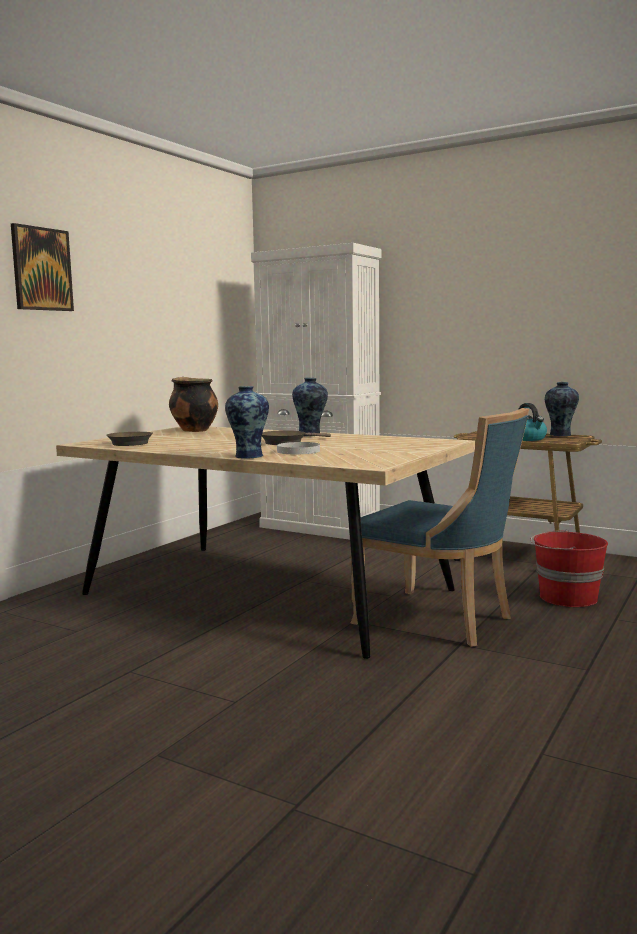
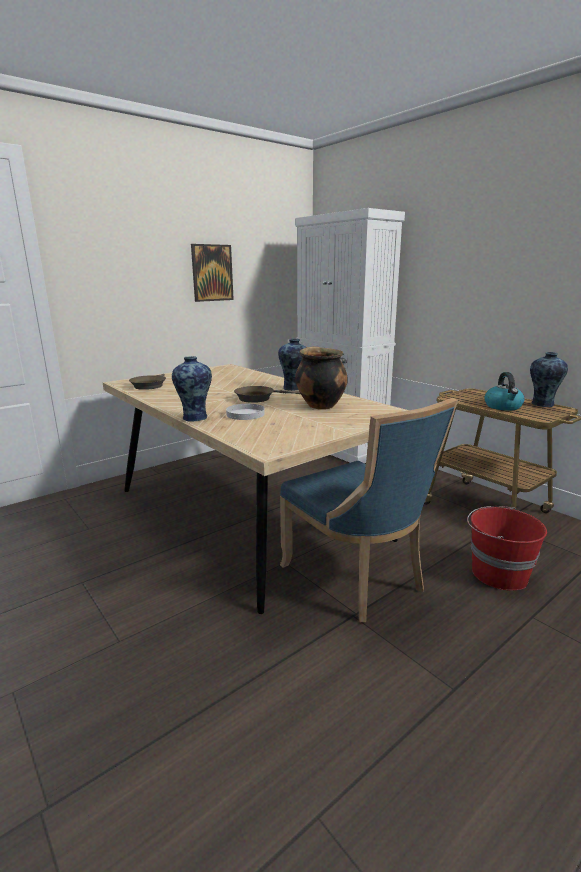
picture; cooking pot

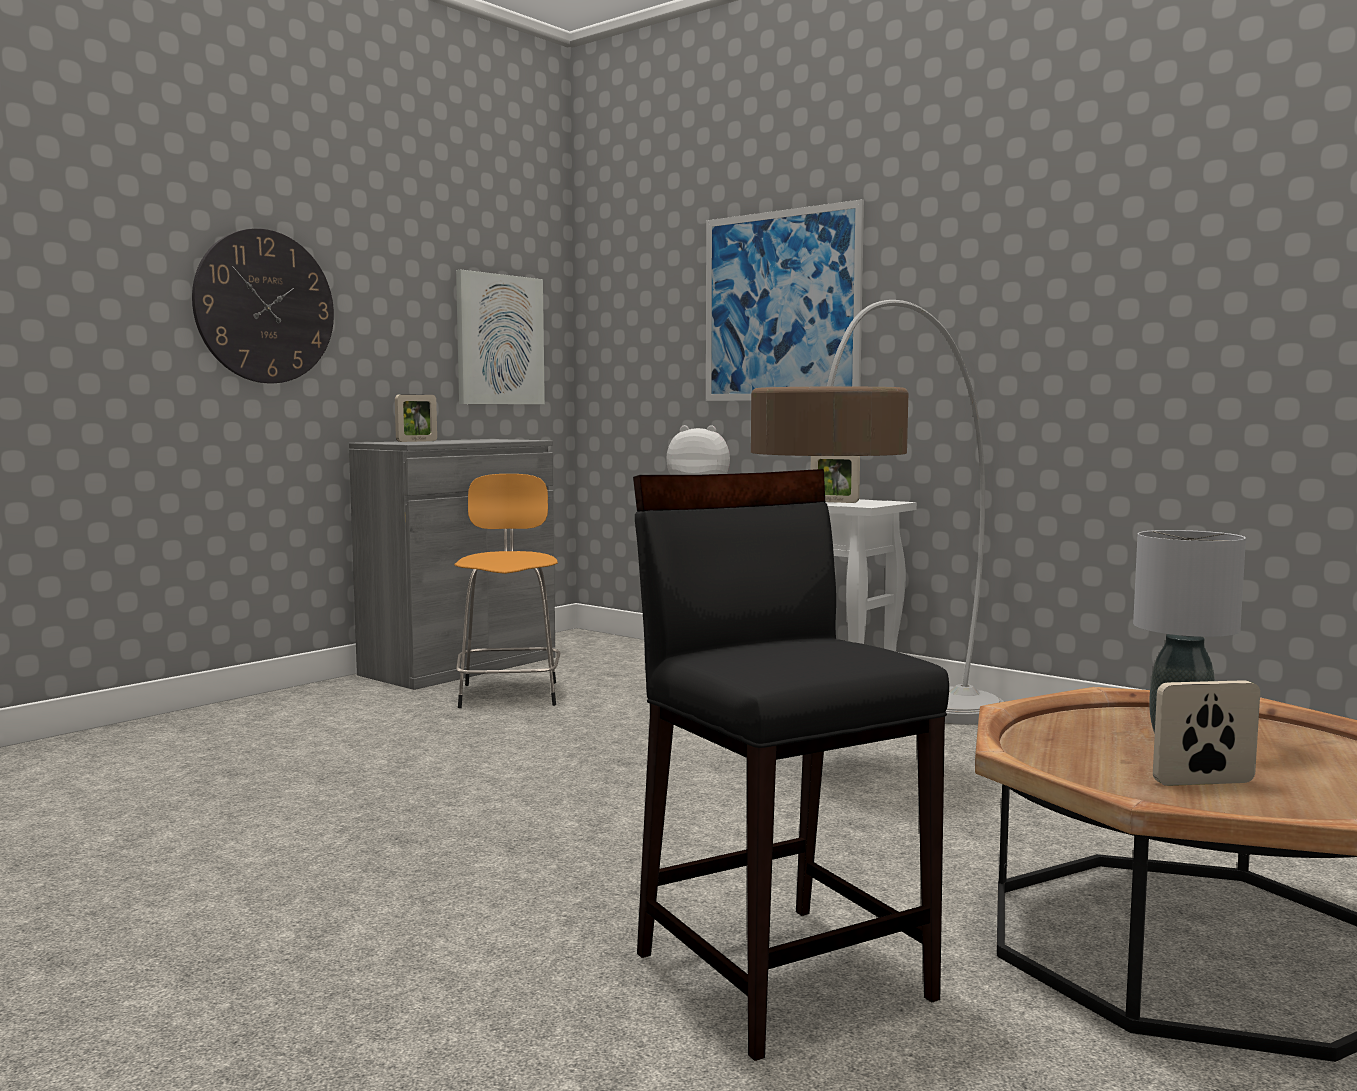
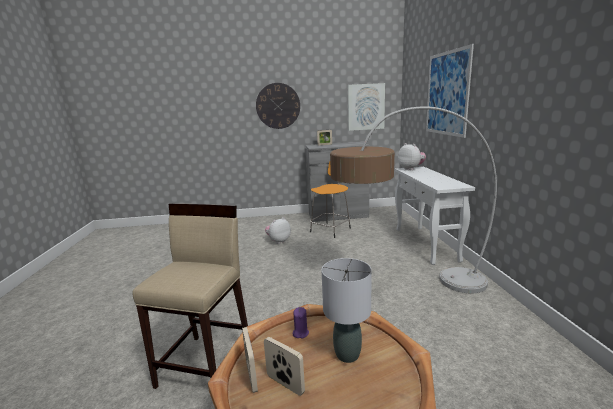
beige stool; picture frame (1st from left); plush toy (1st from left); purple candle

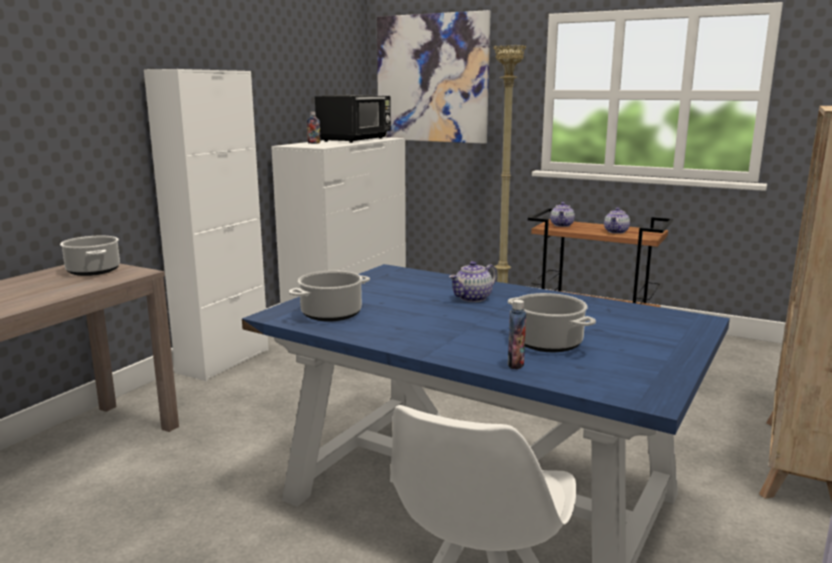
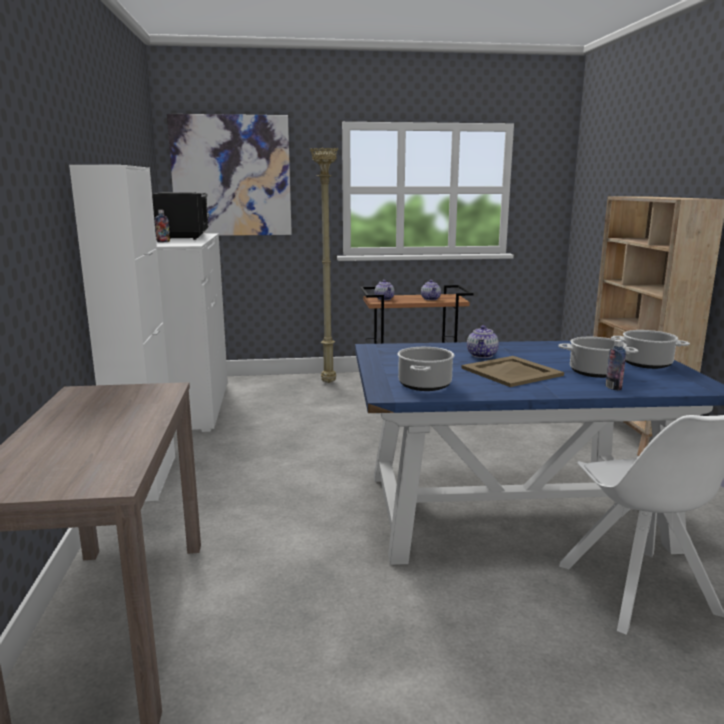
beige tray; cooking pot (3rd from left)

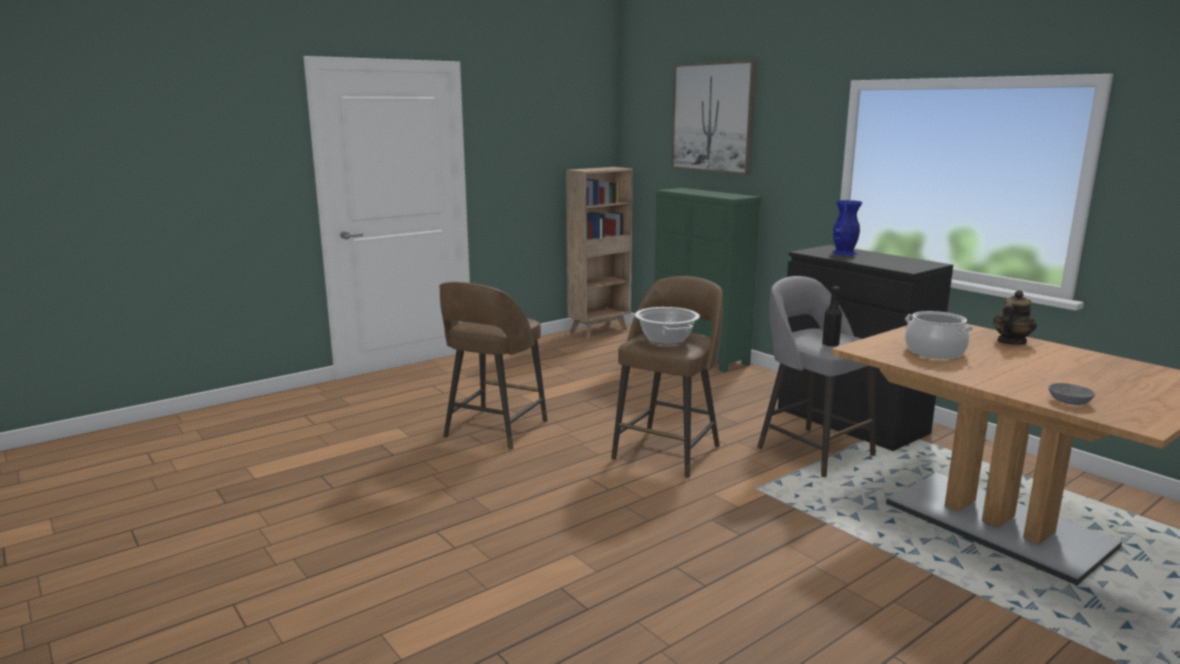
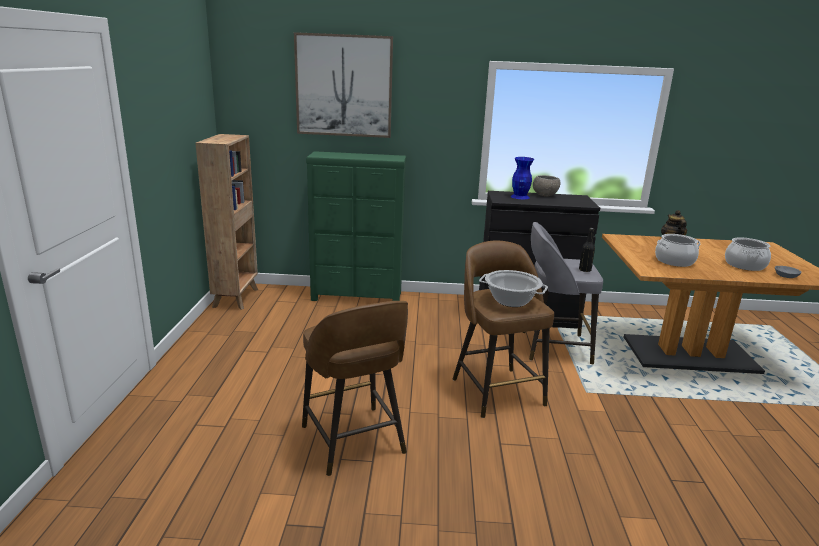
grey bowl (1st from left); cooking pot (3rd from left)

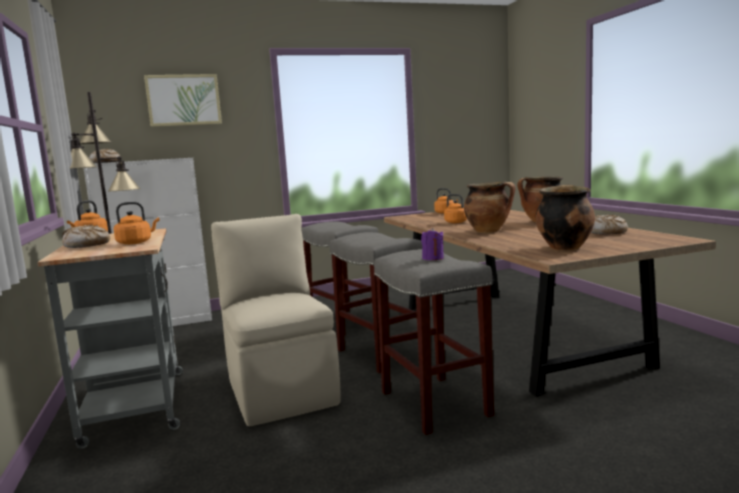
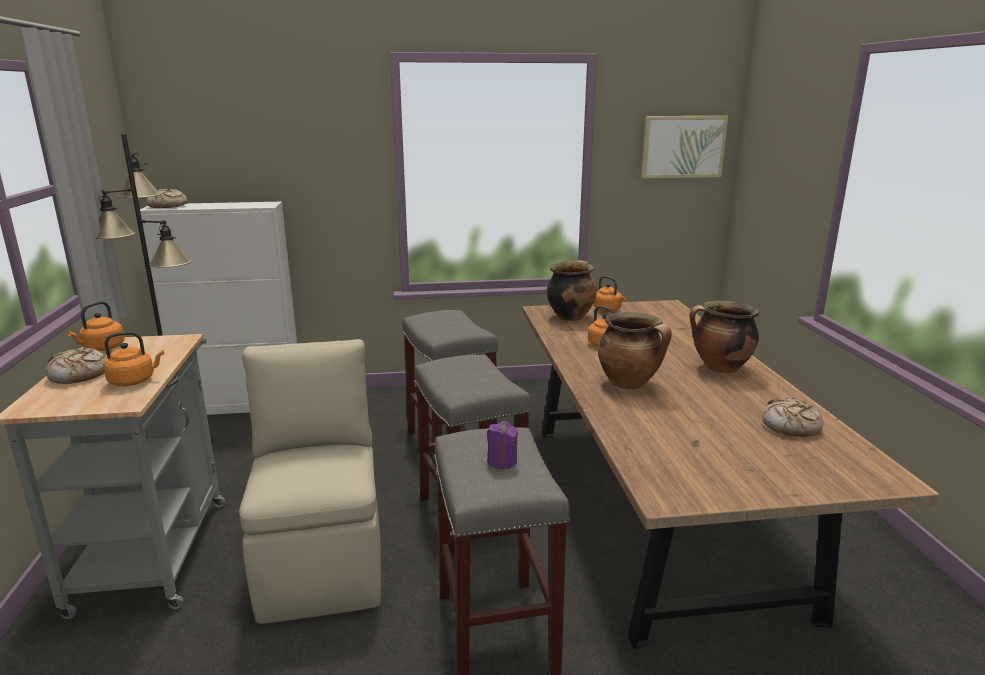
cooking pot (1st from left); picture

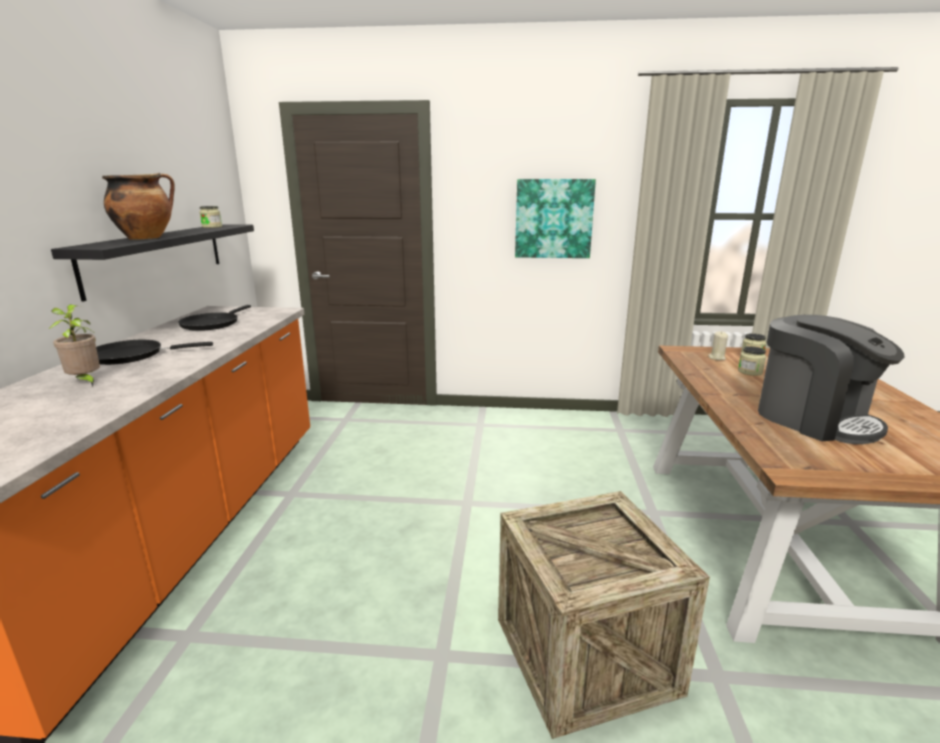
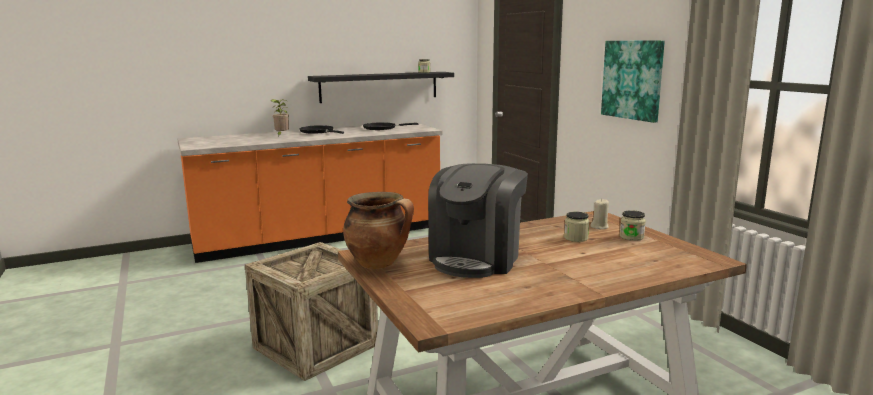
cooking pot

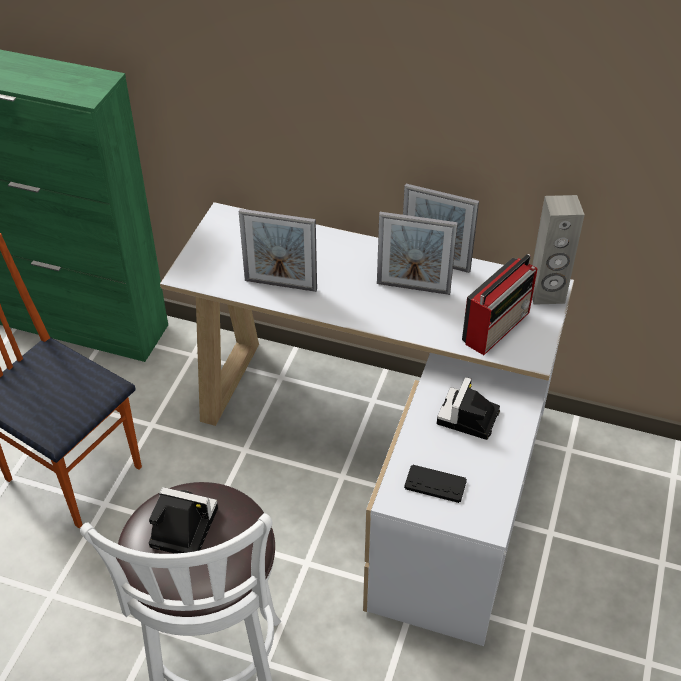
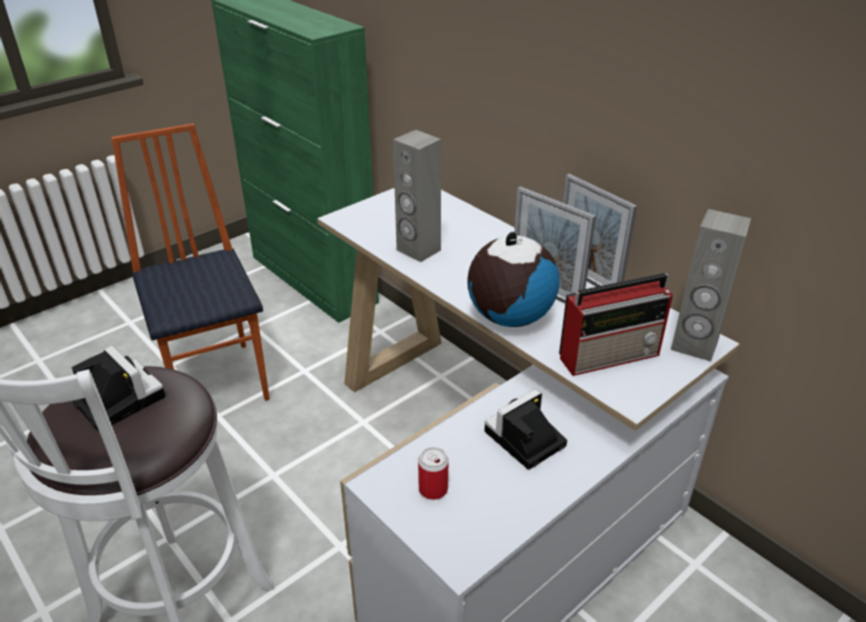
grey speaker (1st from left); can; globe

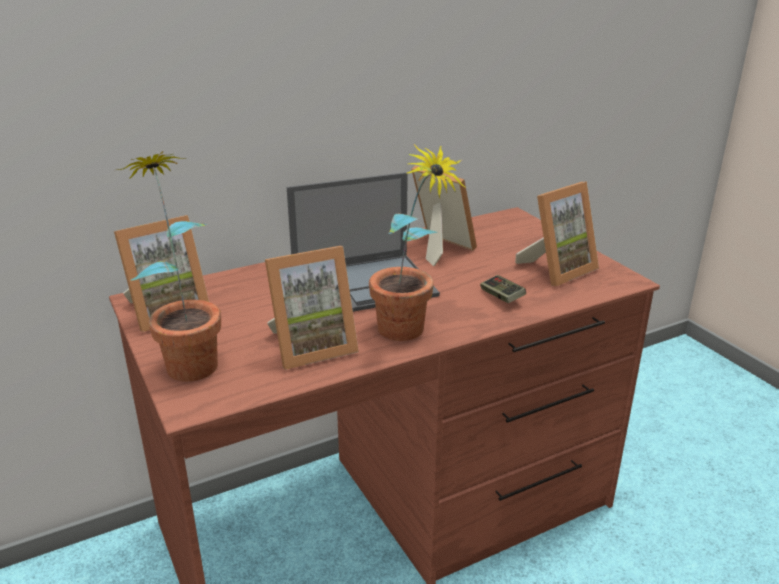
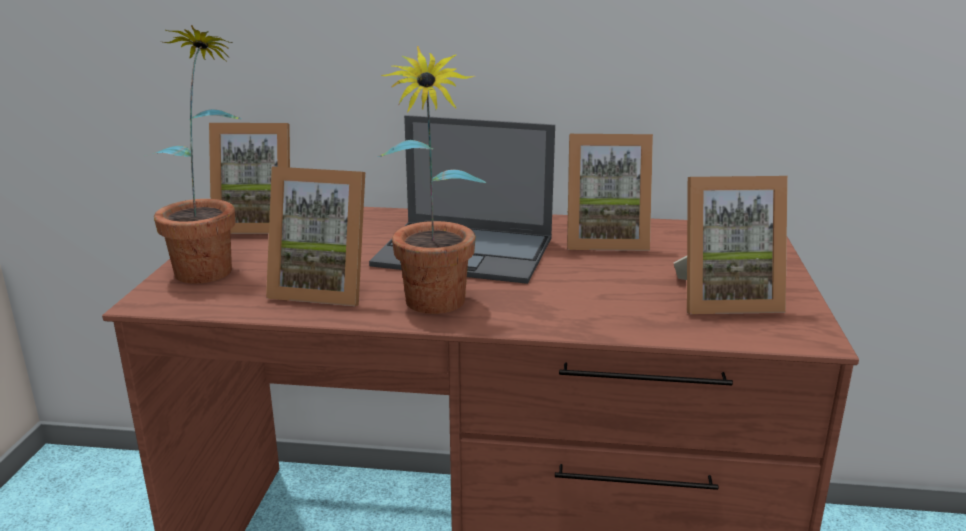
picture frame (3rd from left); game controller

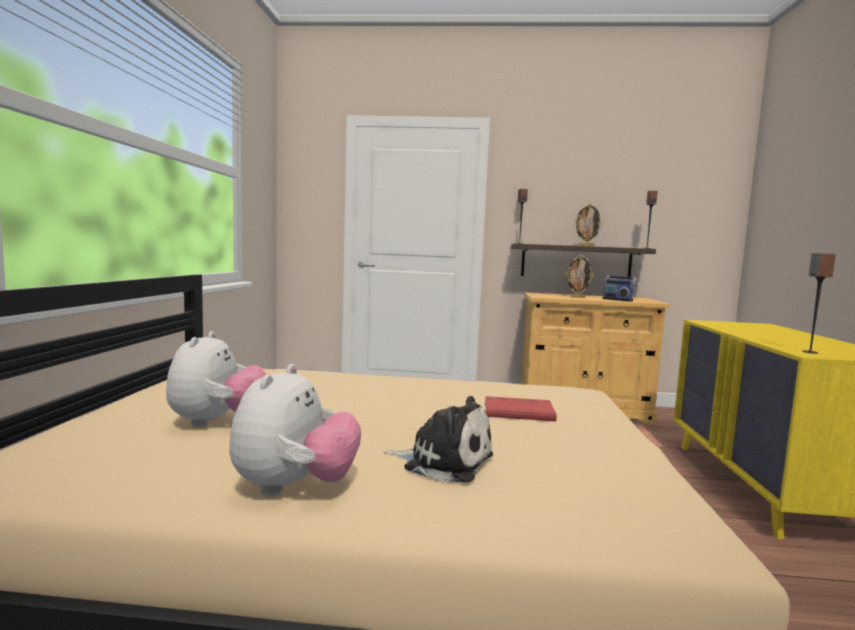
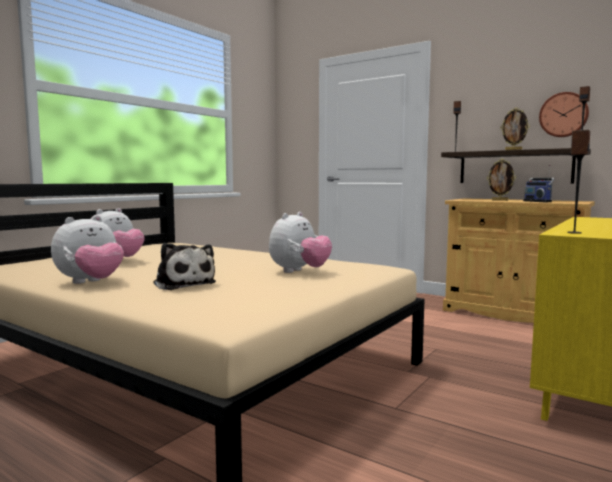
plush toy (4th from left); wall clock

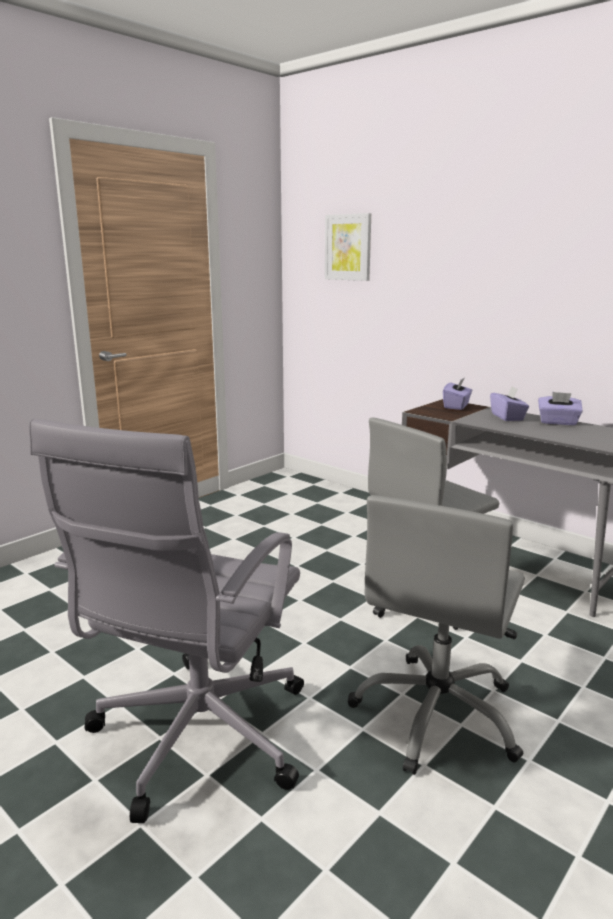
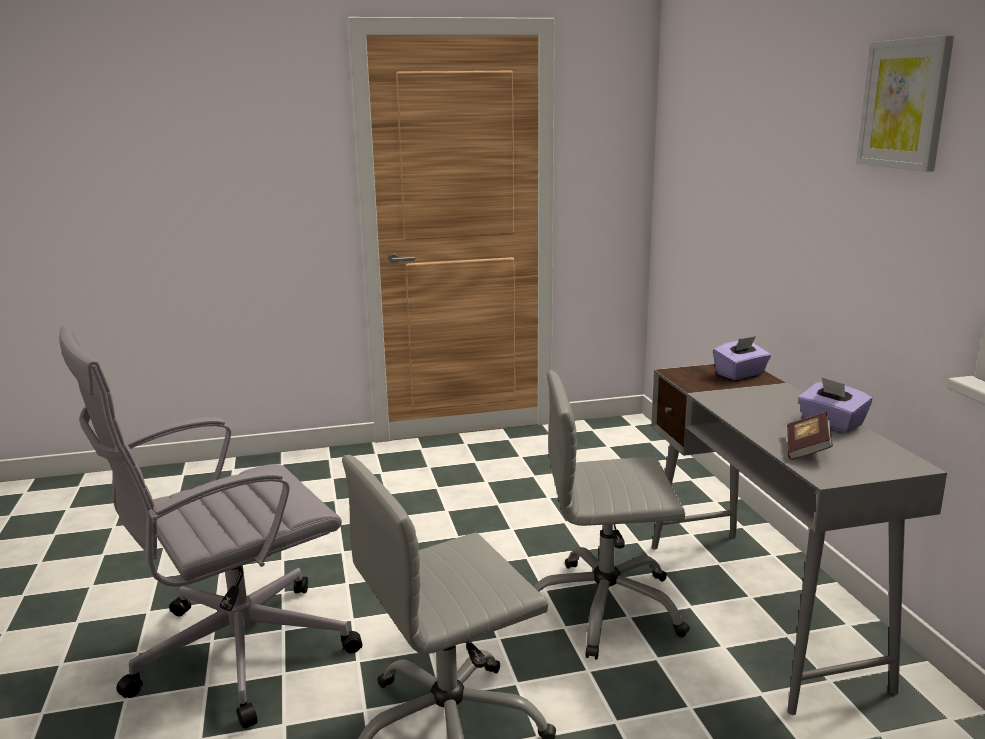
book; picture; purple tissue box (2nd from left in the first image)

